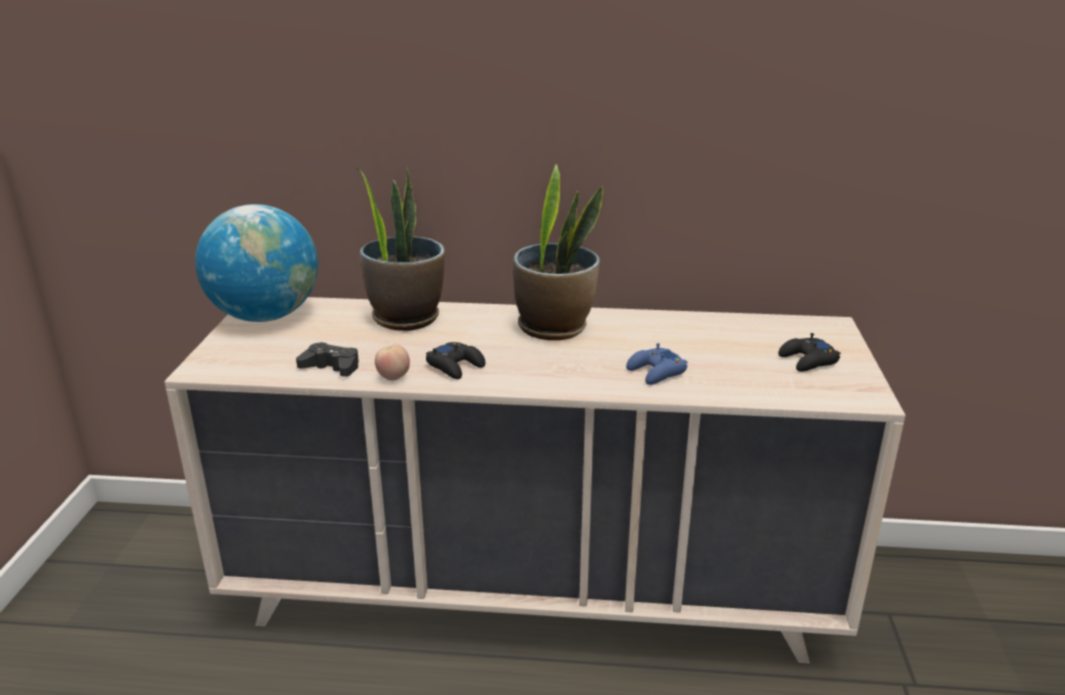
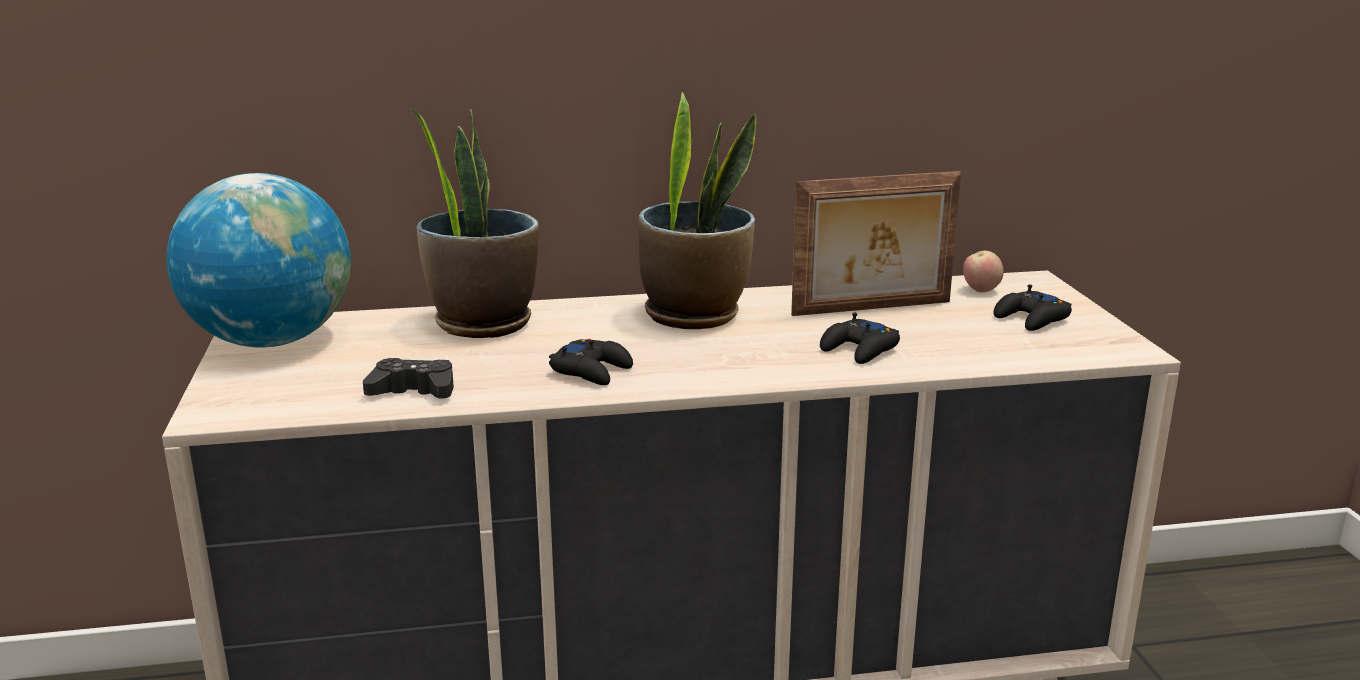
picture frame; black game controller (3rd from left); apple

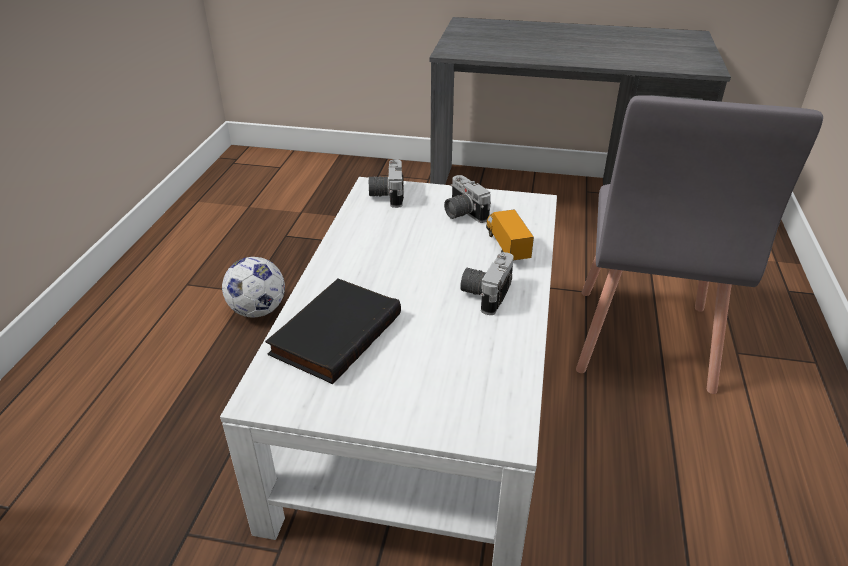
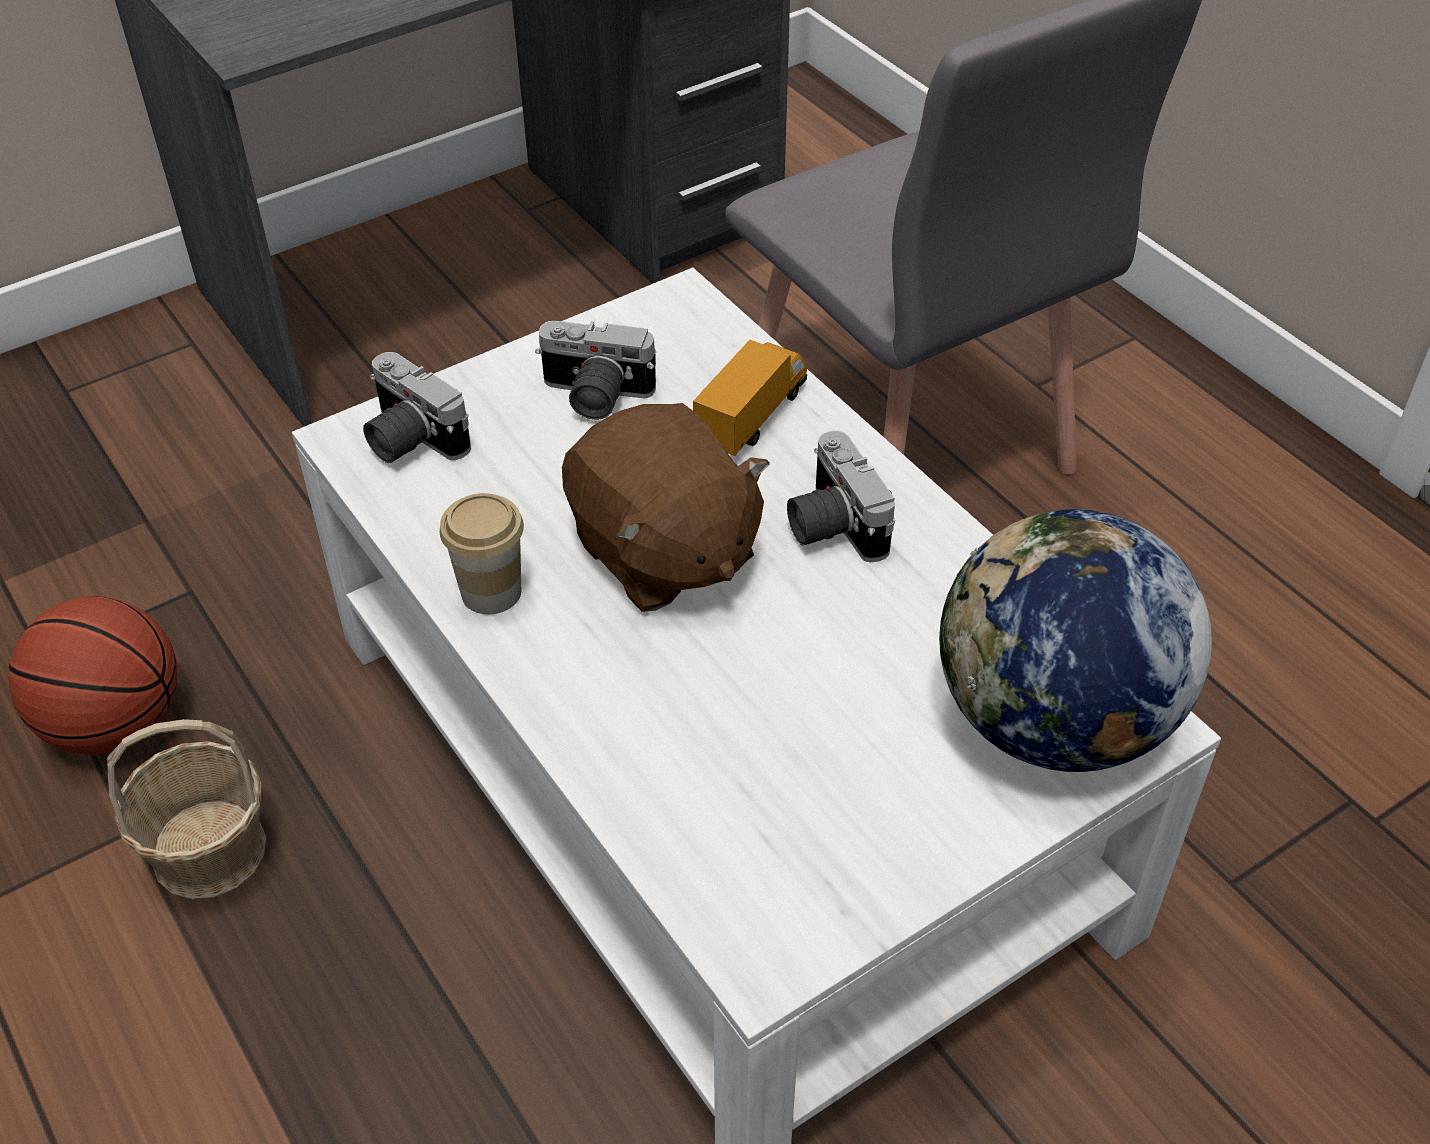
basketball; basket; cup; brown plush toy; toy truck; globe; black book

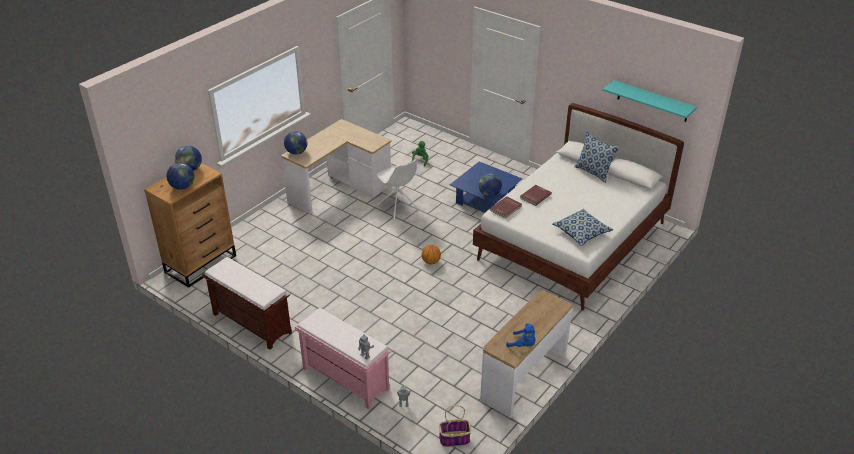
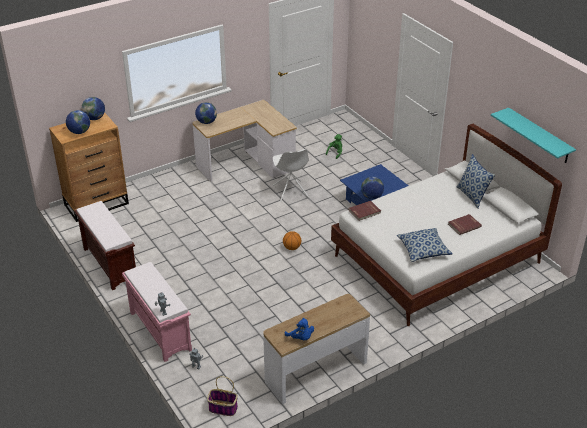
red book (2nd from left)

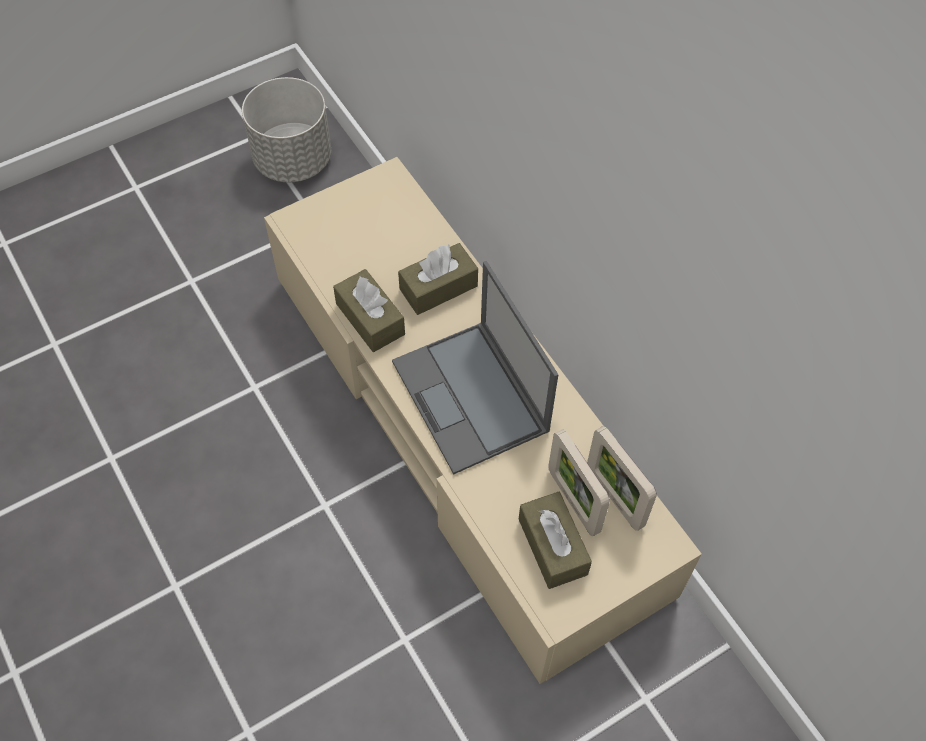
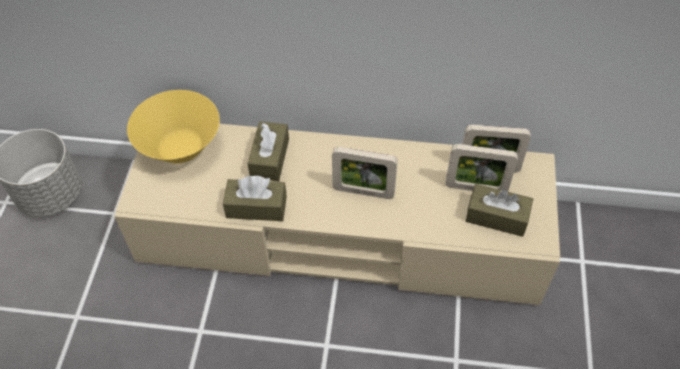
yellow bowl; picture frame (1st from left)

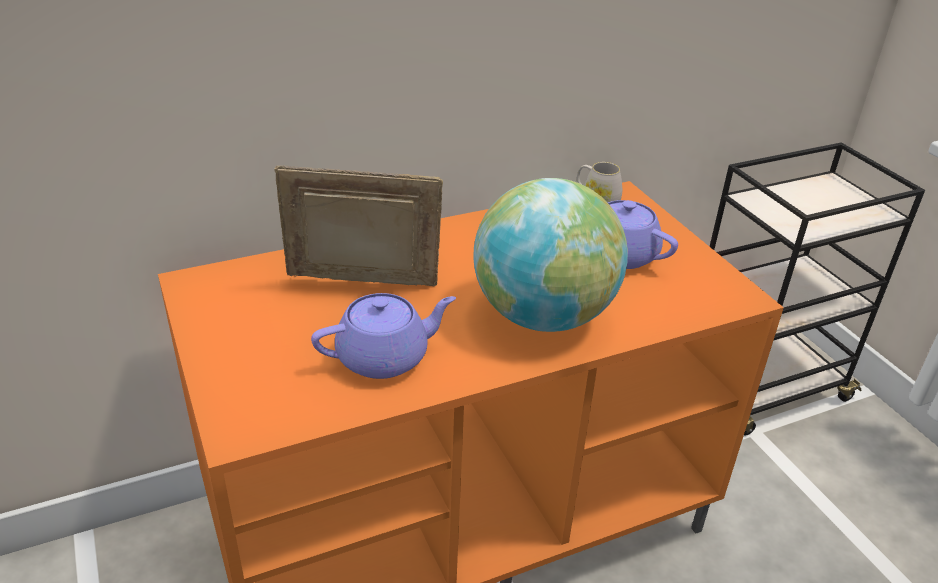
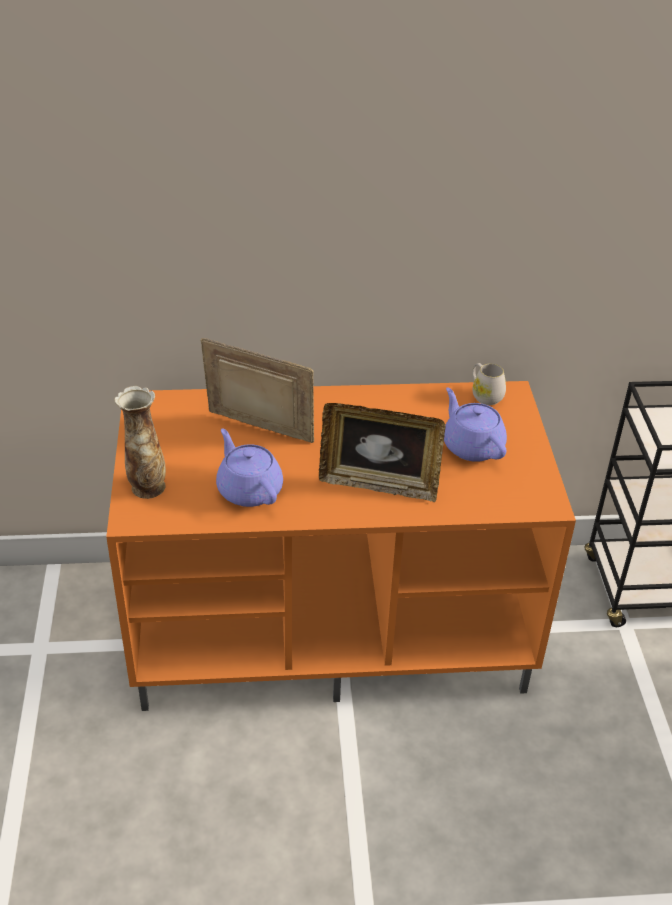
vase; purple teapot (1st from left); picture frame (2nd from left)

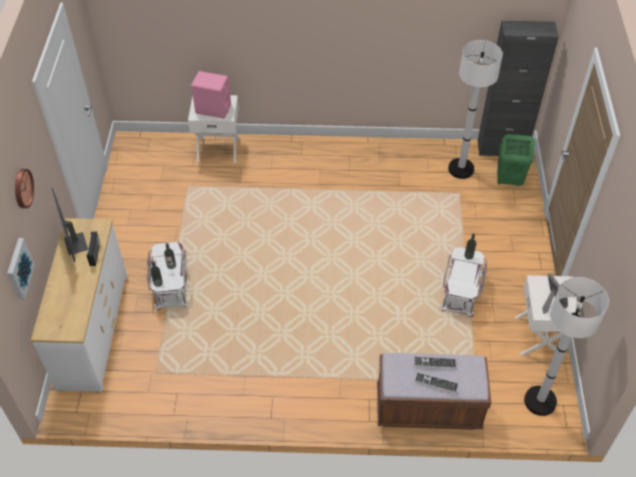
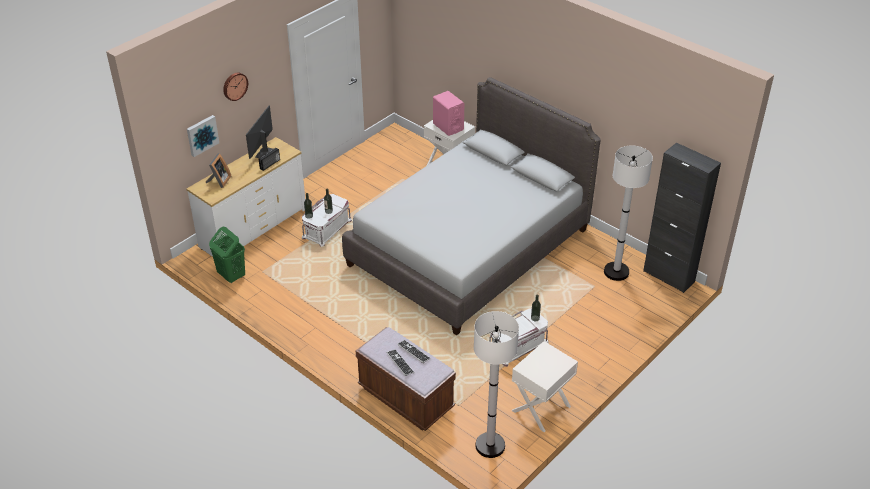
picture frame; green laundry basket; grey bed

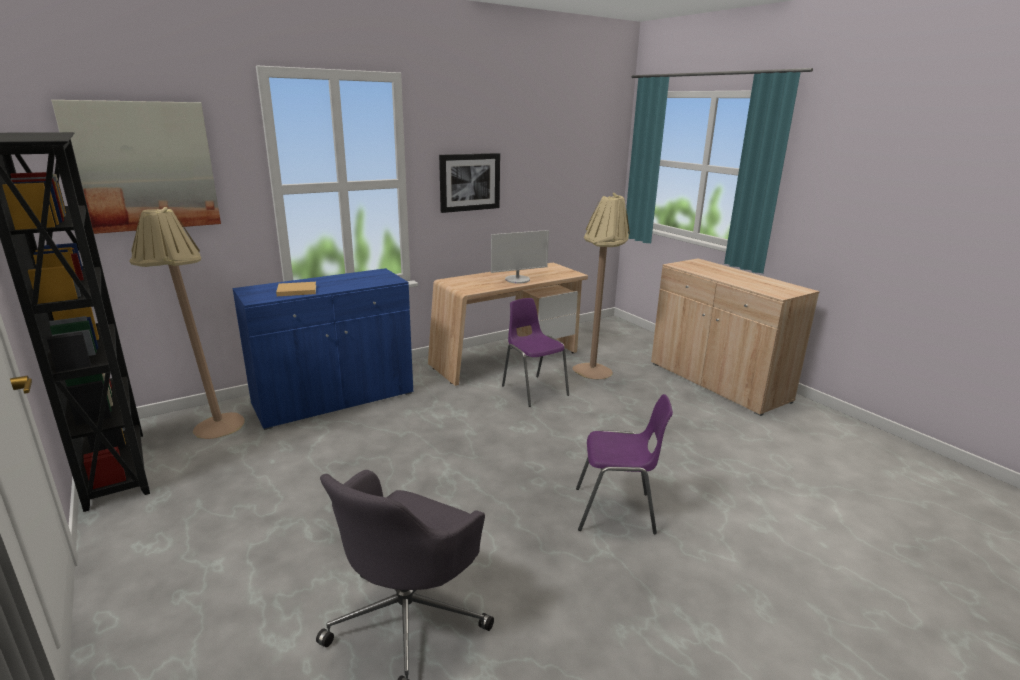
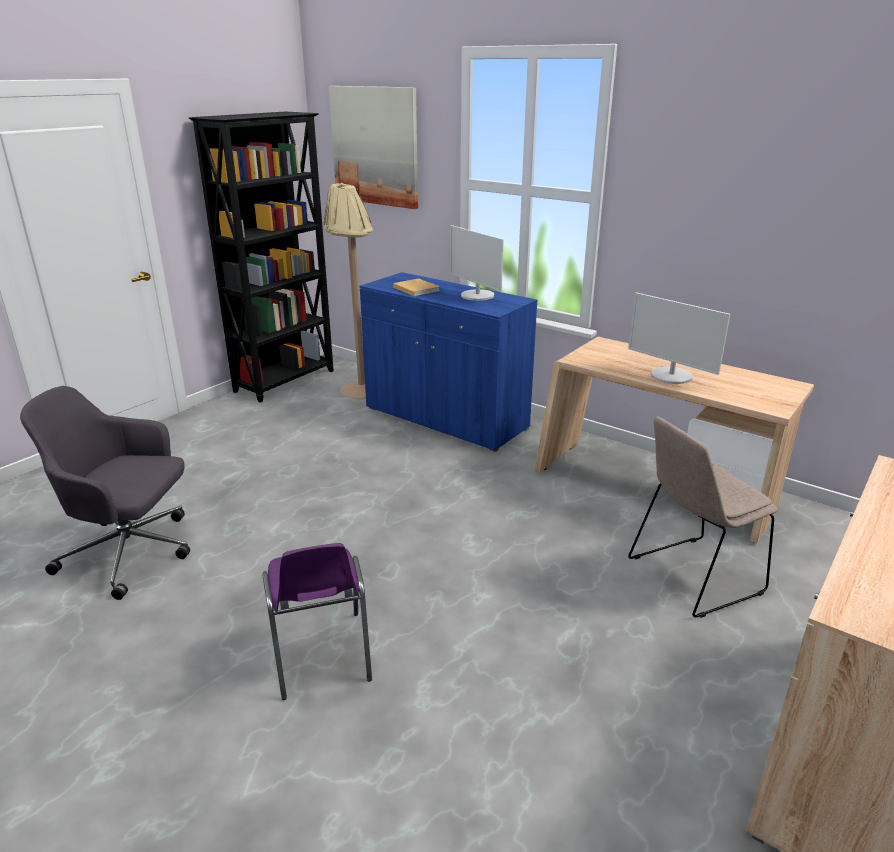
monitor (1st from left); beige chair; picture (2nd from left in the first image); purple chair (1st from left in the first image)

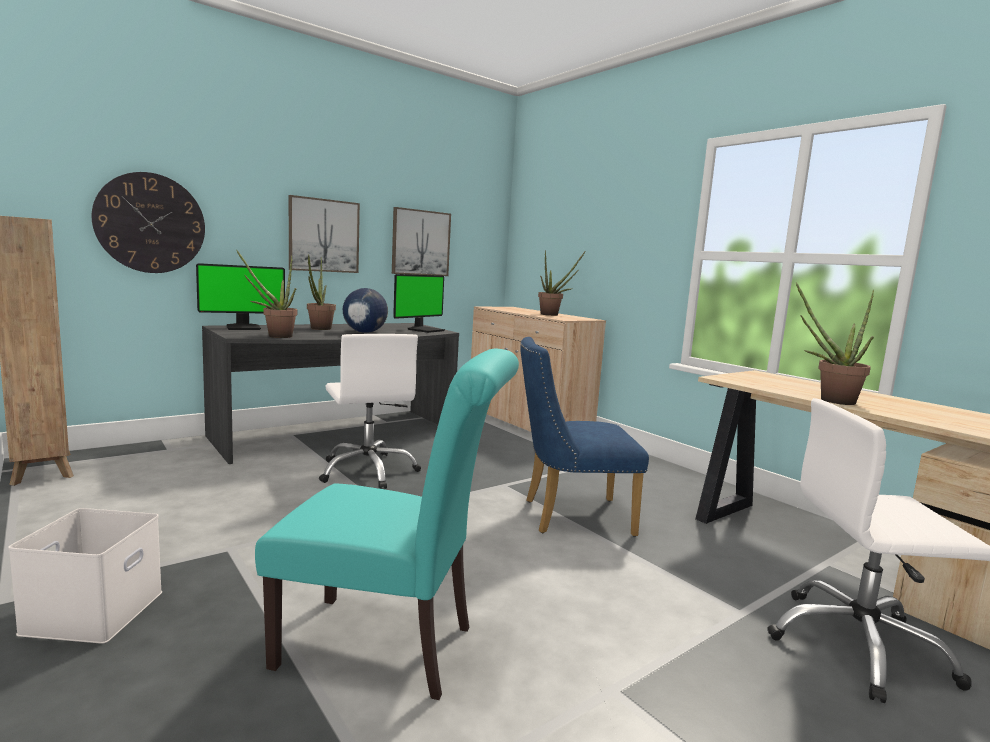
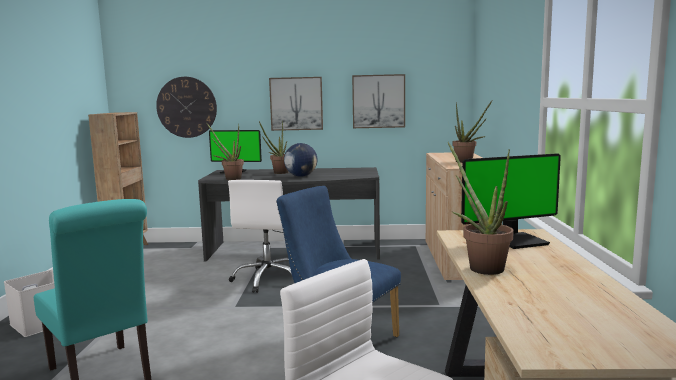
monitor (2nd from left)

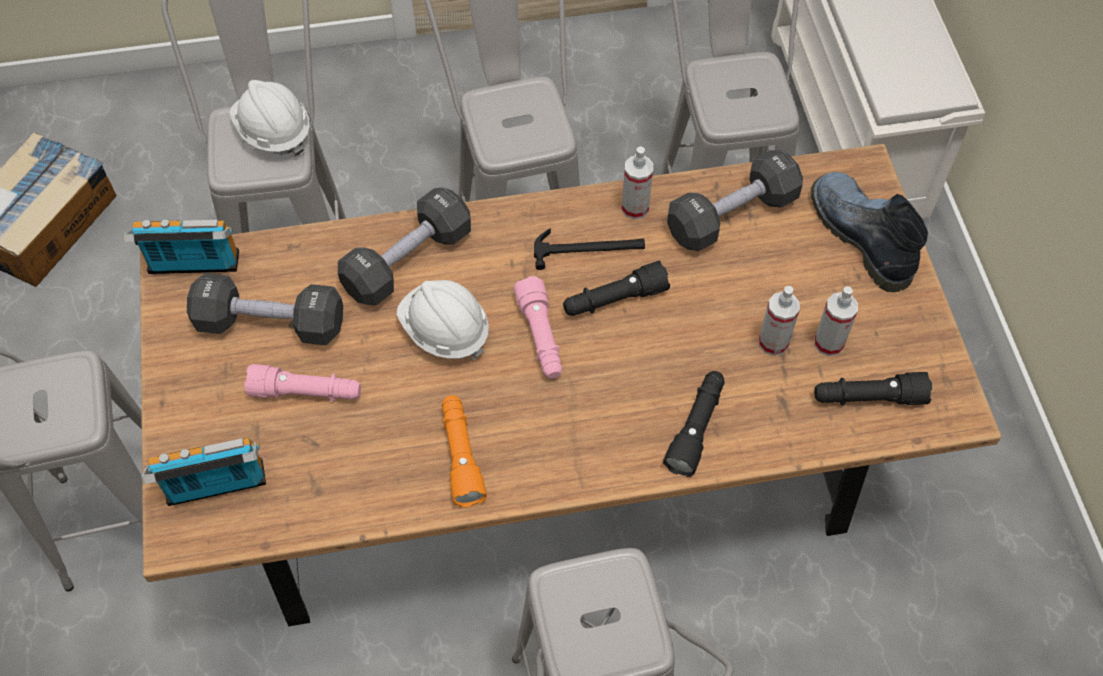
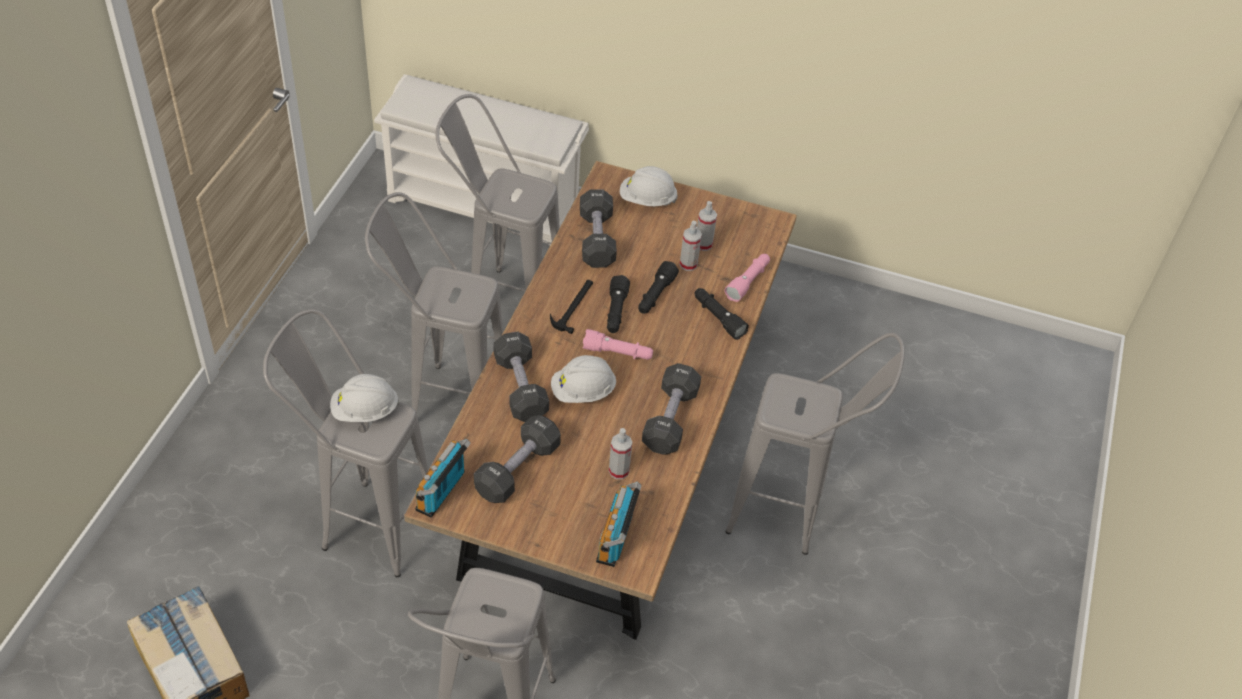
spray bottle (1st from left); white hard hat (3rd from left); black flashlight (2nd from left); black dumbbell (4th from left); pink flashlight (2nd from left)

